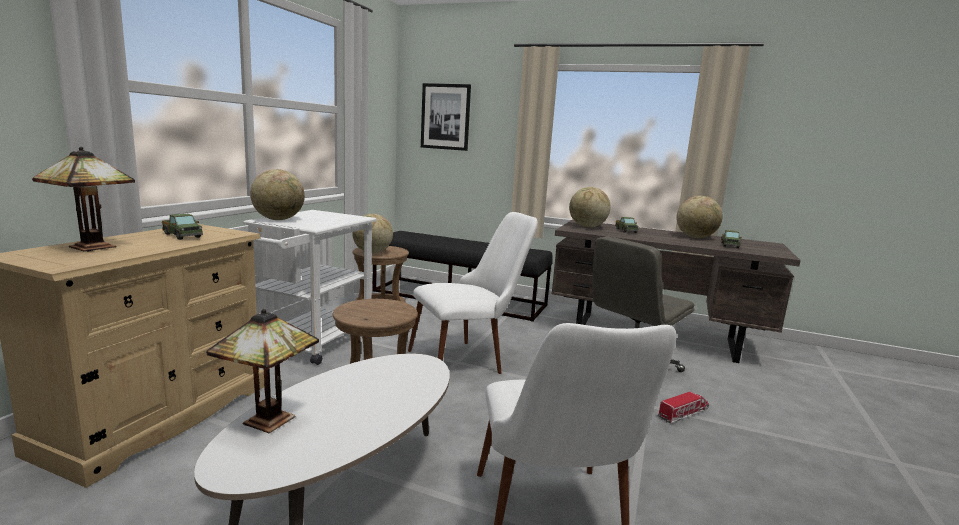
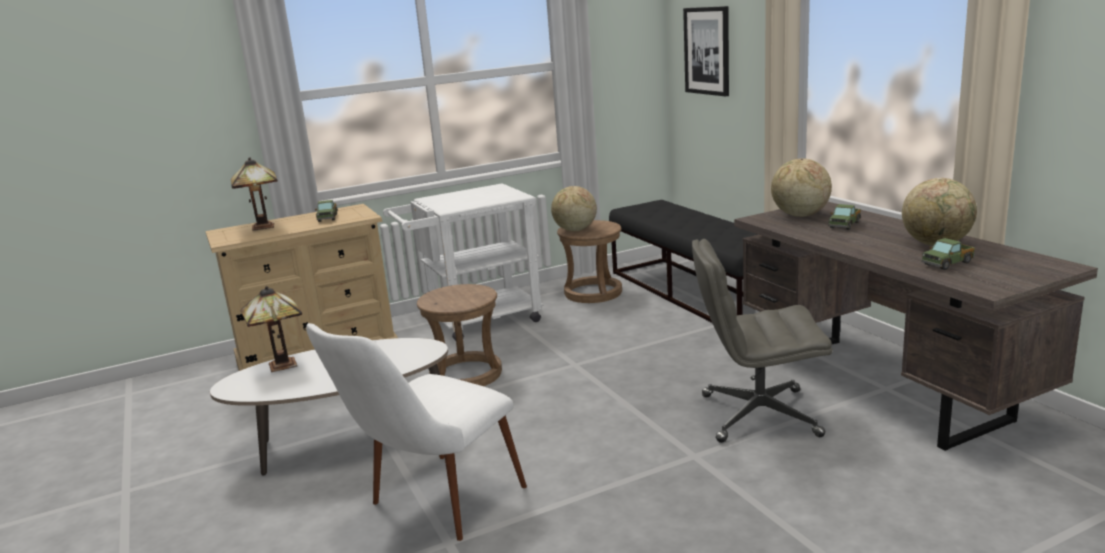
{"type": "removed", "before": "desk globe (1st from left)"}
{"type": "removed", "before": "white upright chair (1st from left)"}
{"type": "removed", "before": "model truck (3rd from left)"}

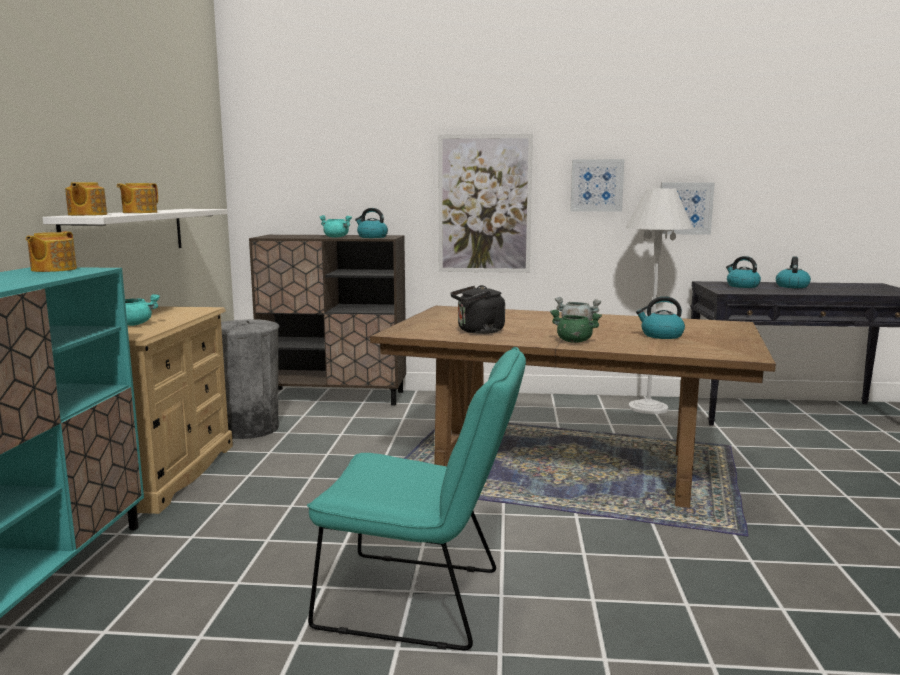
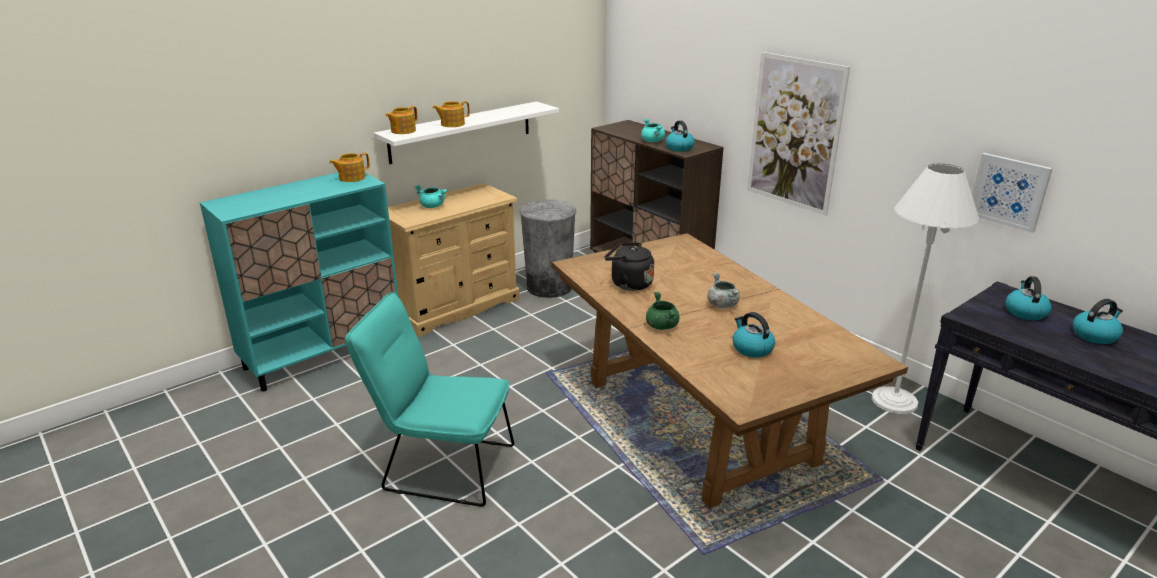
{"type": "removed", "before": "picture (2nd from left)"}
{"type": "turned", "before": "turquoise-coloured upright chair", "turn": 135}

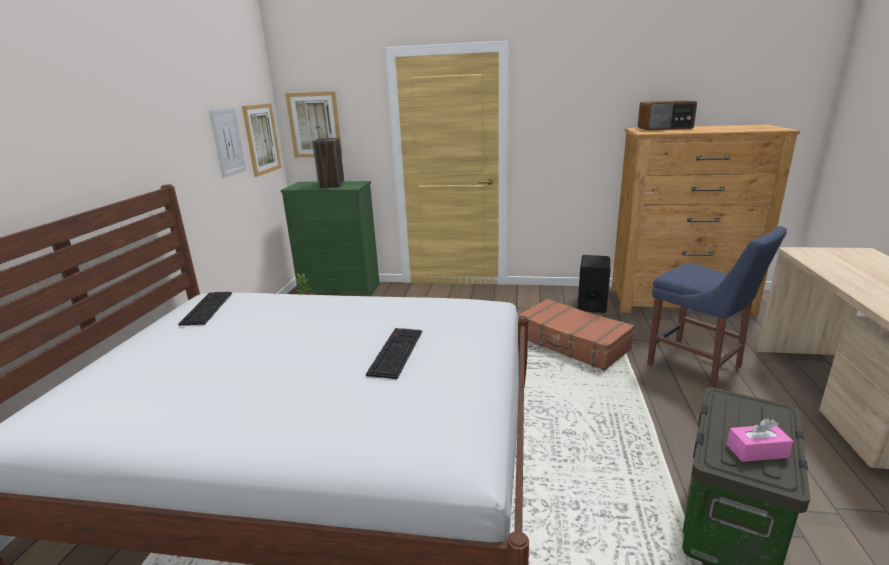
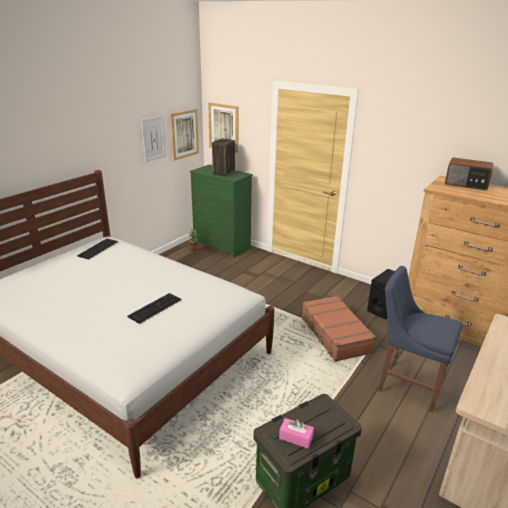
{"type": "turned", "before": "bluish upright chair", "turn": 135}

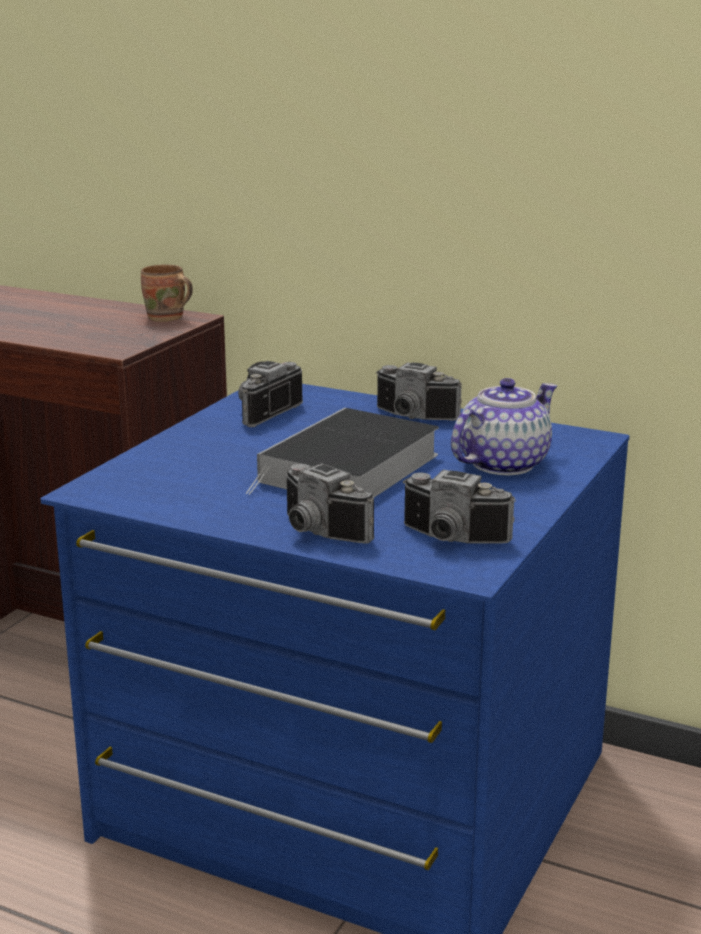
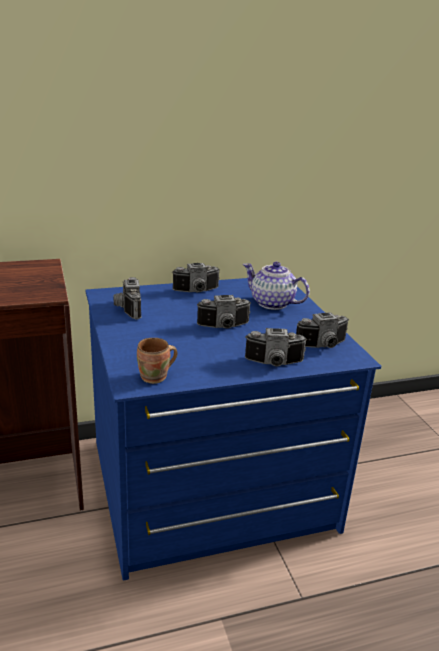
{"type": "moved", "before": "brown mug"}
{"type": "replaced", "before": "bound book", "after": "still camera (3rd from left)"}
{"type": "turned", "before": "tea pot", "turn": -60}

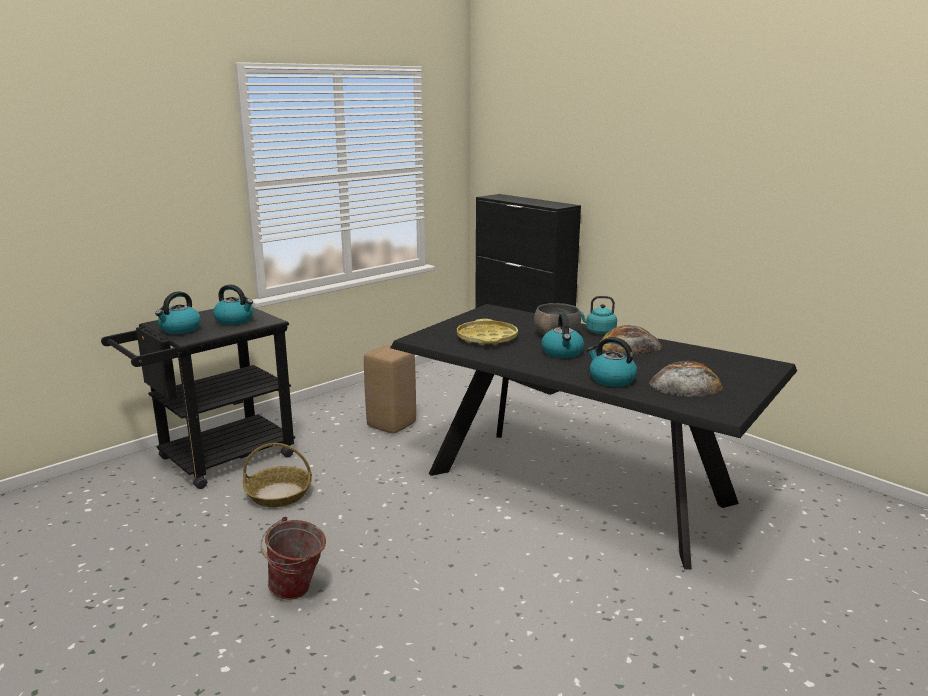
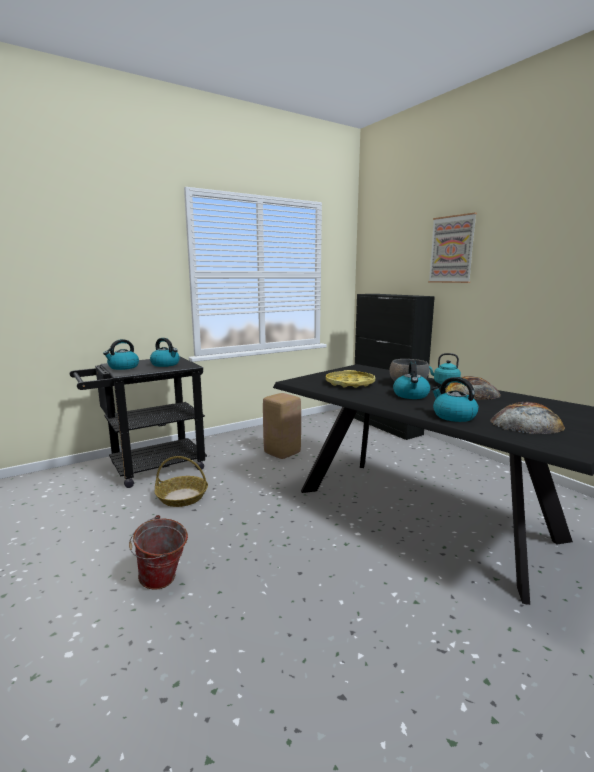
{"type": "added", "after": "picture"}

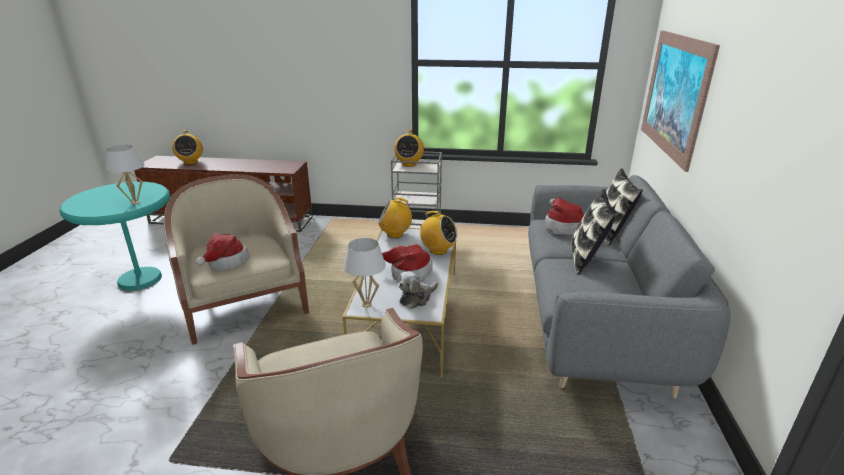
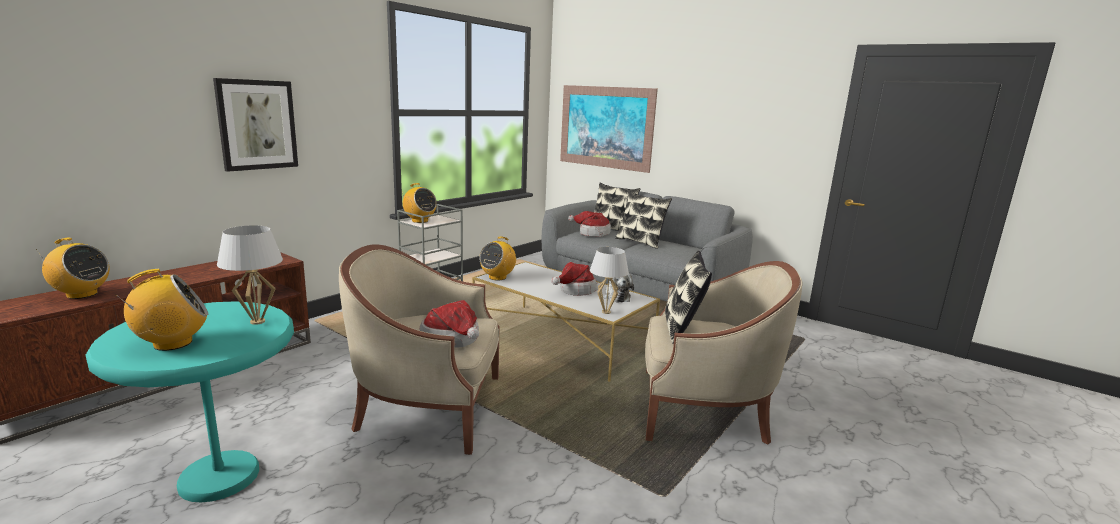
{"type": "added", "after": "picture (1st from left)"}
{"type": "added", "after": "cushion (3rd from left)"}
{"type": "moved", "before": "radio set (4th from left in the first image)", "after": "radio set (2nd from left)"}

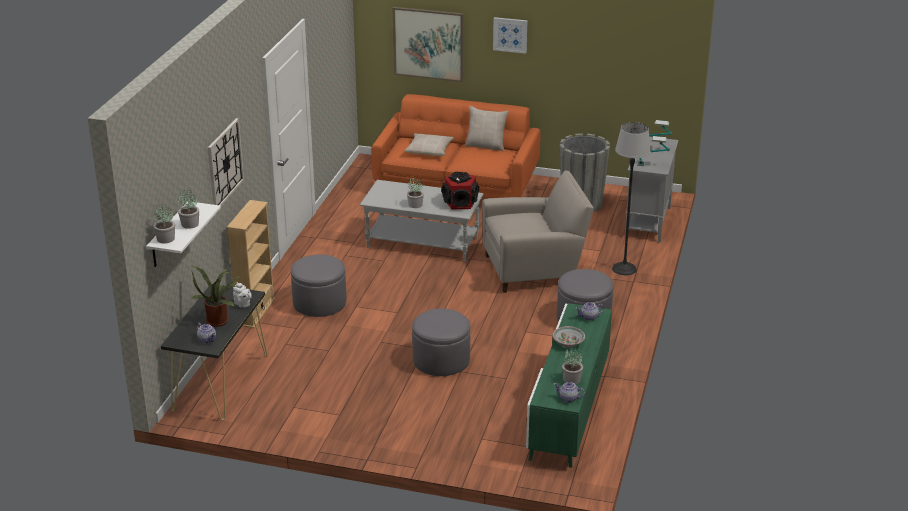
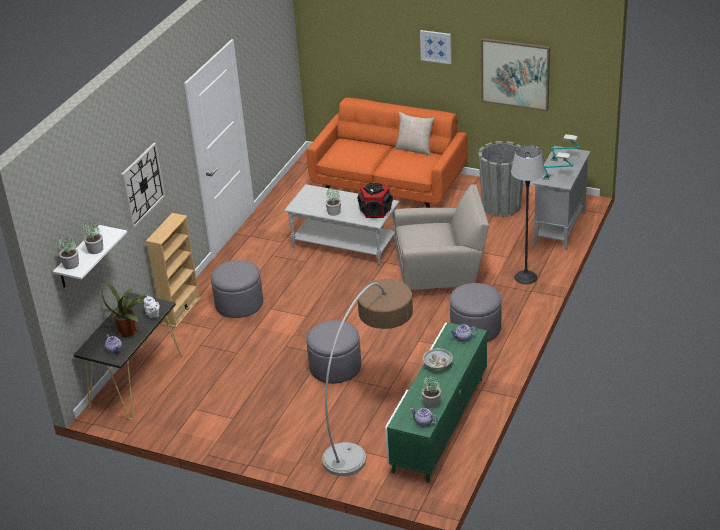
{"type": "removed", "before": "beige cushion (1st from left)"}
{"type": "added", "after": "standing lamp (1st from left)"}
{"type": "moved", "before": "picture (1st from left in the first image)", "after": "picture (2nd from left)"}

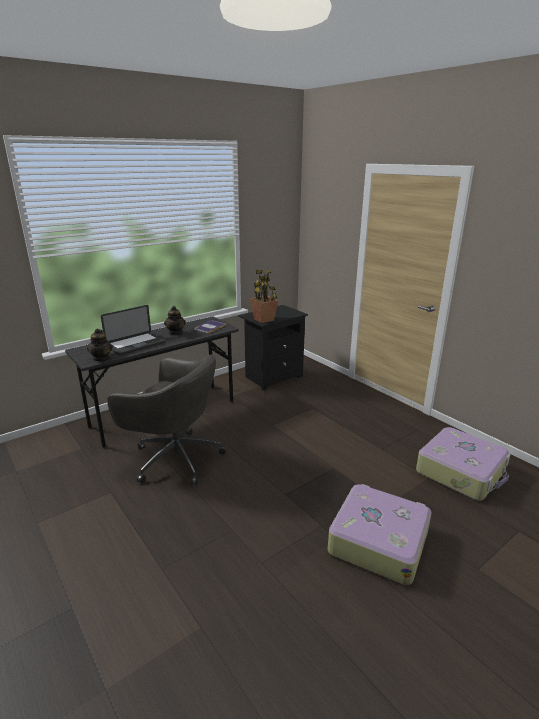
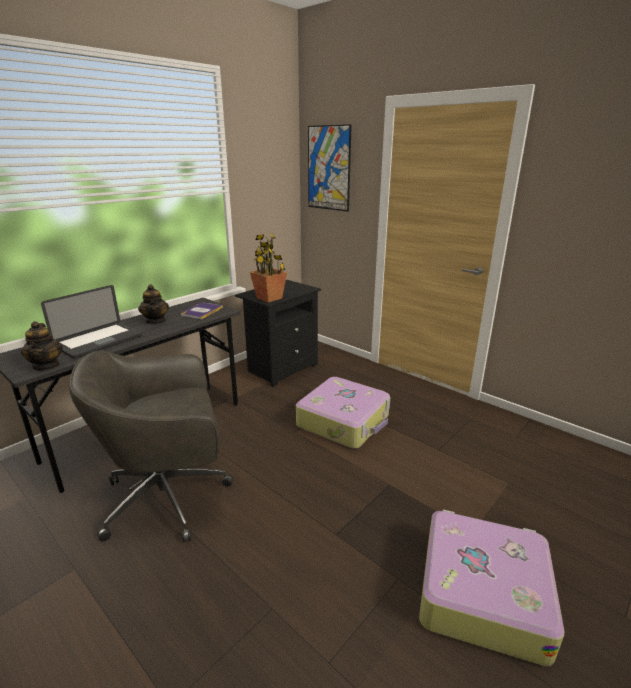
{"type": "added", "after": "picture"}
{"type": "moved", "before": "suitcase (2nd from left in the first image)", "after": "suitcase (1st from left)"}
{"type": "turned", "before": "greyish desk chair", "turn": 150}

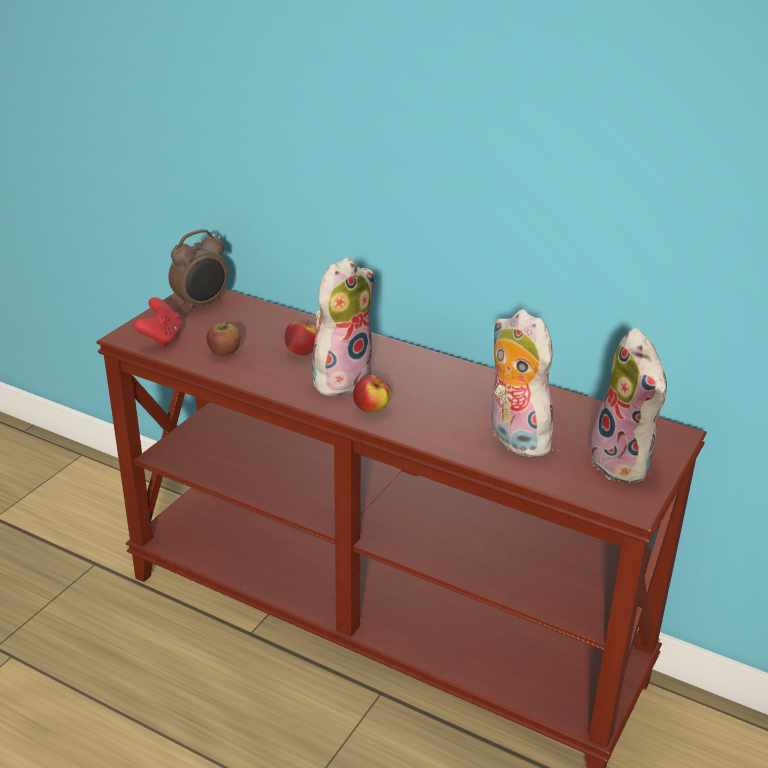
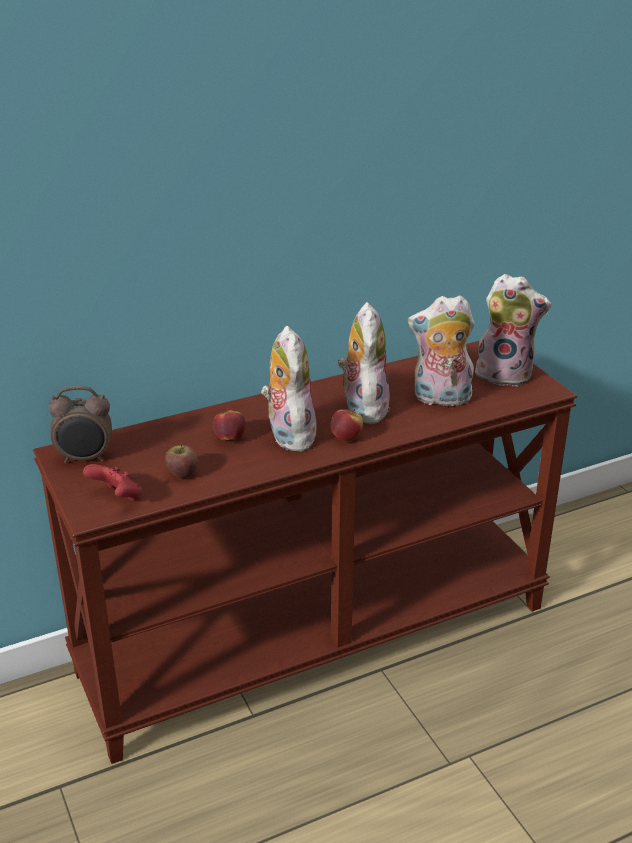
{"type": "added", "after": "soft toy (2nd from left)"}
{"type": "turned", "before": "bedside clock", "turn": 90}

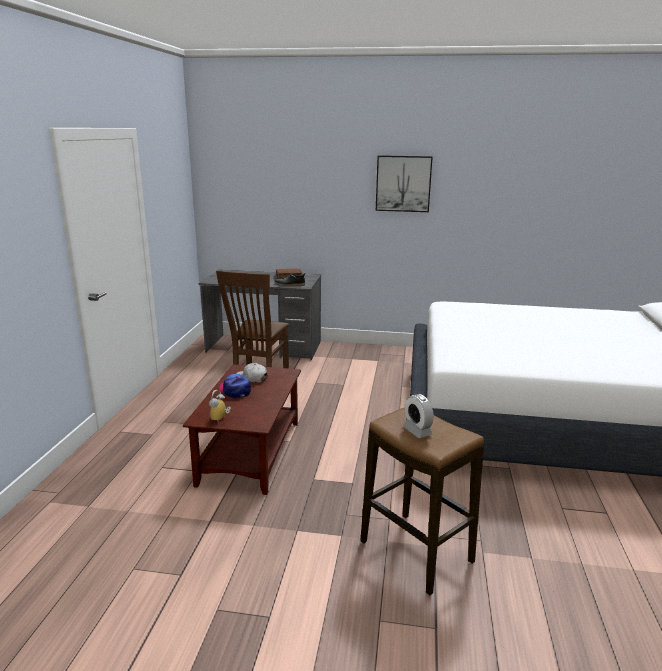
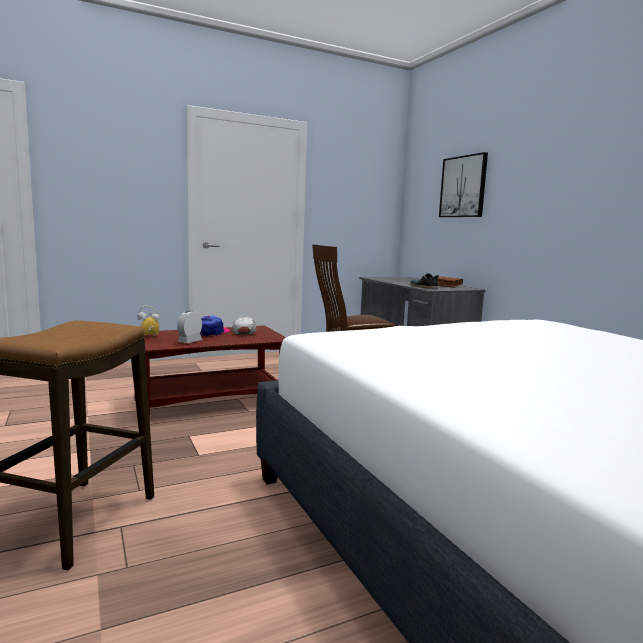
{"type": "moved", "before": "picture"}
{"type": "moved", "before": "bedside clock (2nd from left)"}

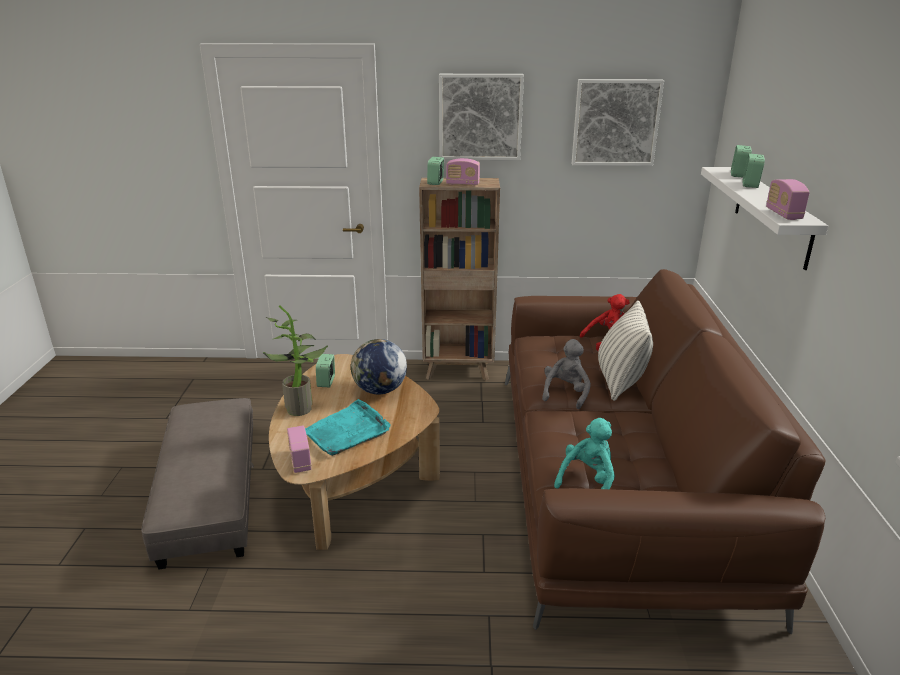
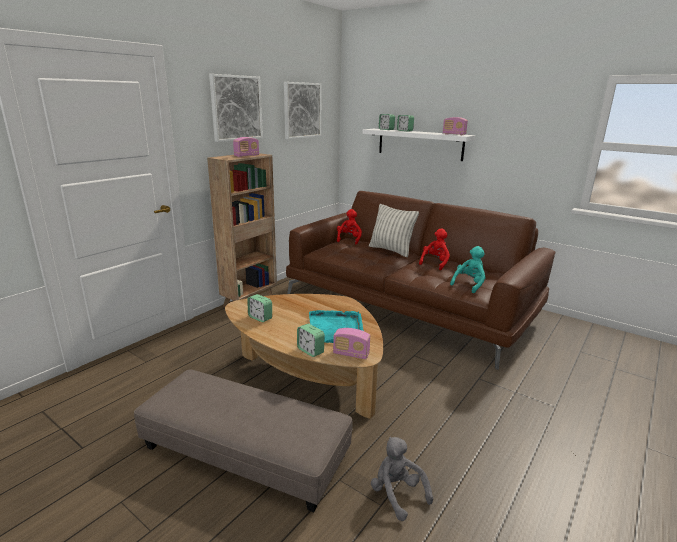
{"type": "removed", "before": "potted plant"}
{"type": "removed", "before": "desk globe"}
{"type": "added", "after": "red-coloured soft toy (2nd from left)"}
{"type": "moved", "before": "bedside clock (2nd from left)"}
{"type": "moved", "before": "greyish soft toy"}
{"type": "turned", "before": "turquoise-coloured soft toy", "turn": 60}

